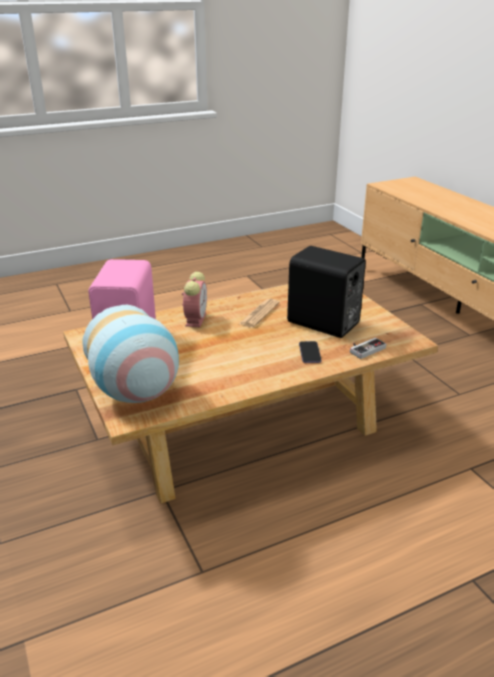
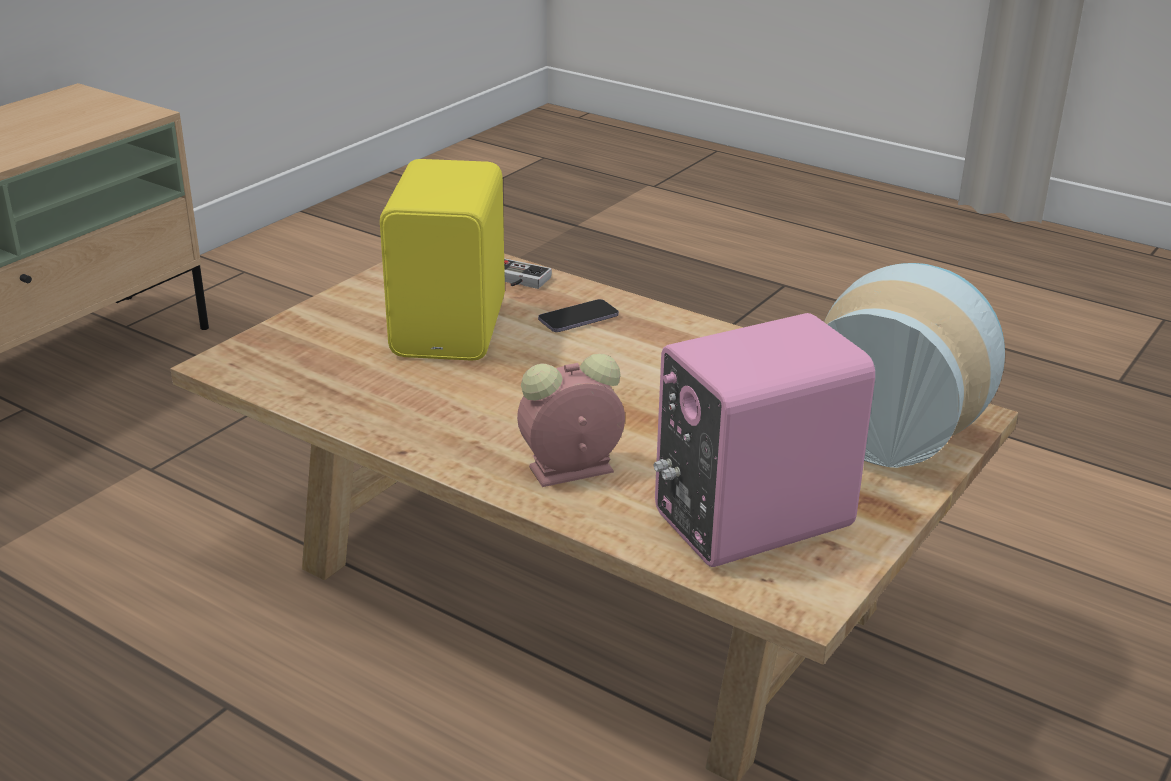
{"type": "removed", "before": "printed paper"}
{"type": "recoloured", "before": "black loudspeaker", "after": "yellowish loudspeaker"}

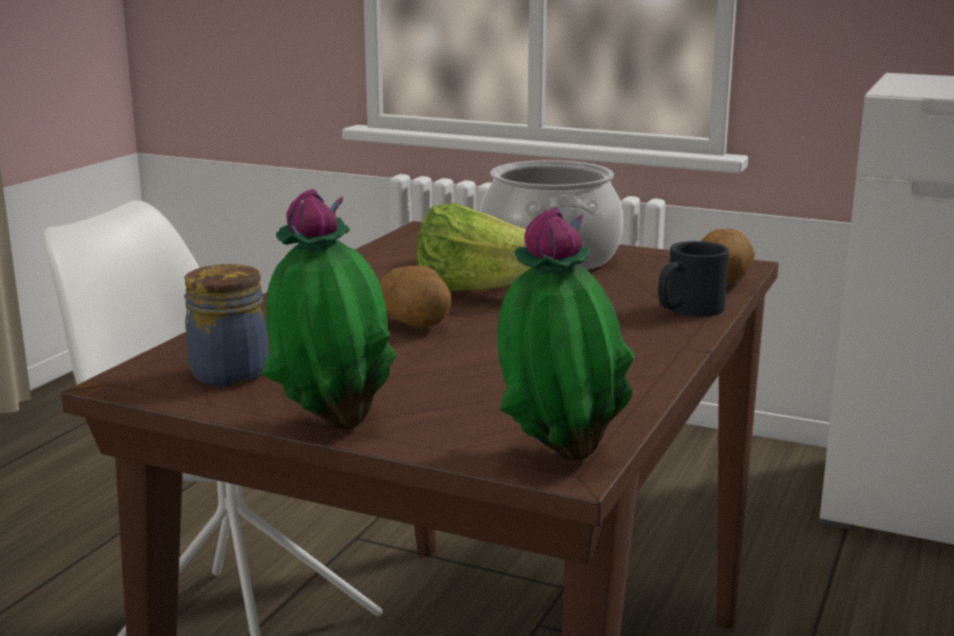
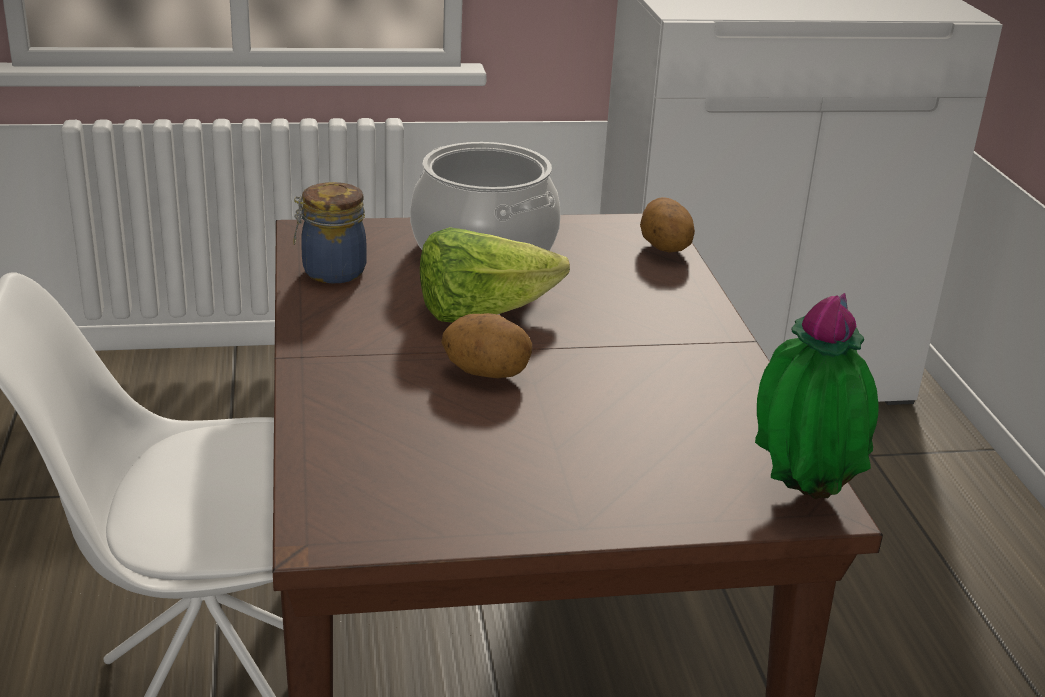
{"type": "removed", "before": "potted plant (1st from left)"}
{"type": "removed", "before": "black mug"}
{"type": "moved", "before": "jar"}

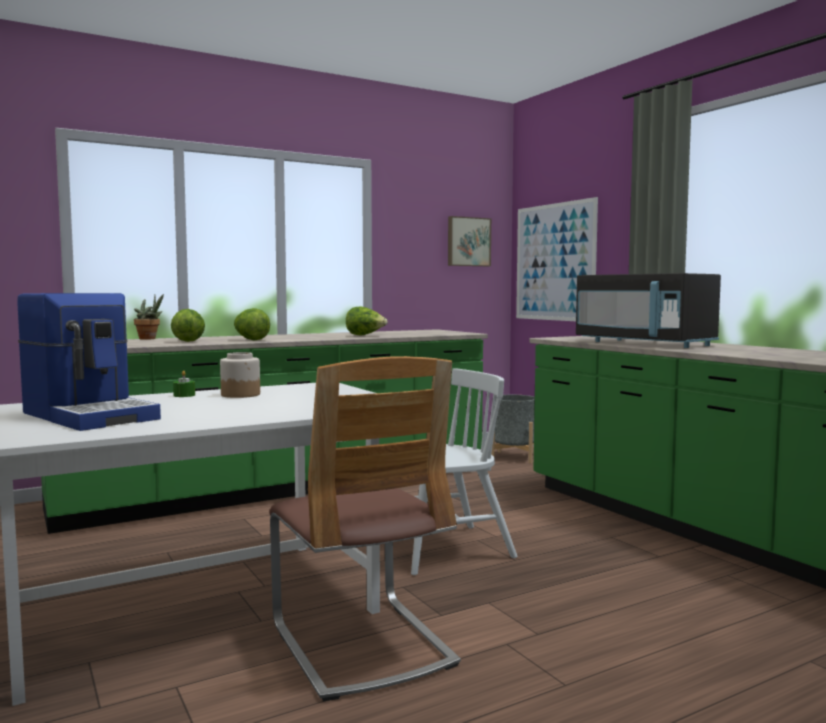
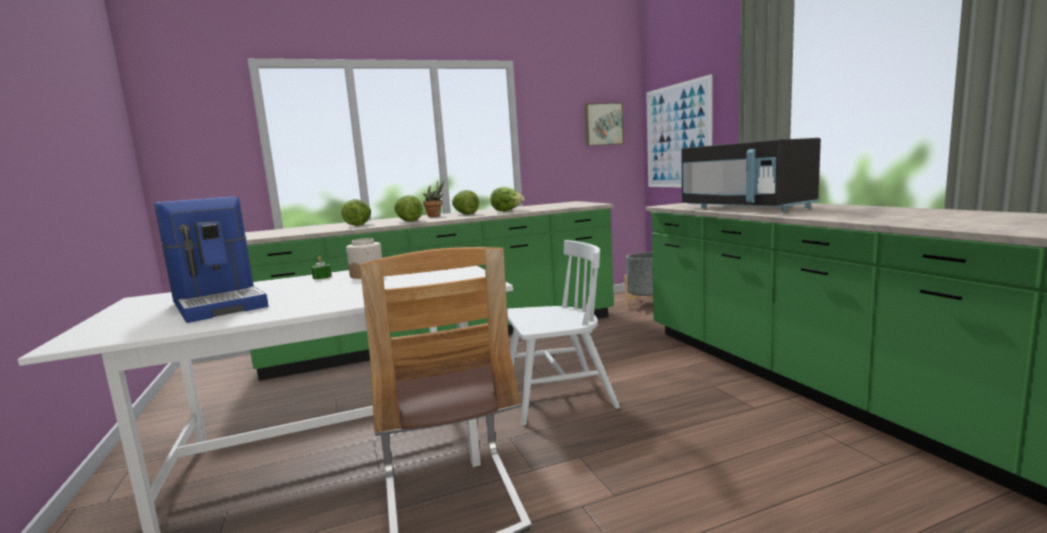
{"type": "added", "after": "head of lettuce (3rd from left)"}
{"type": "moved", "before": "potted plant"}

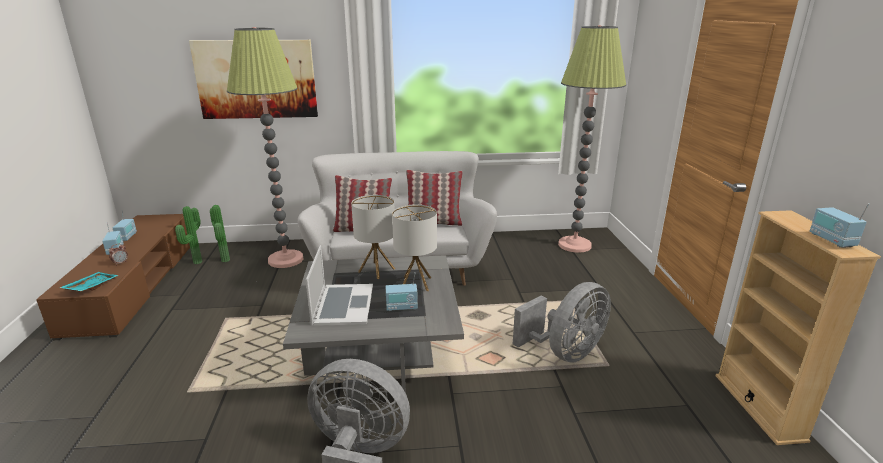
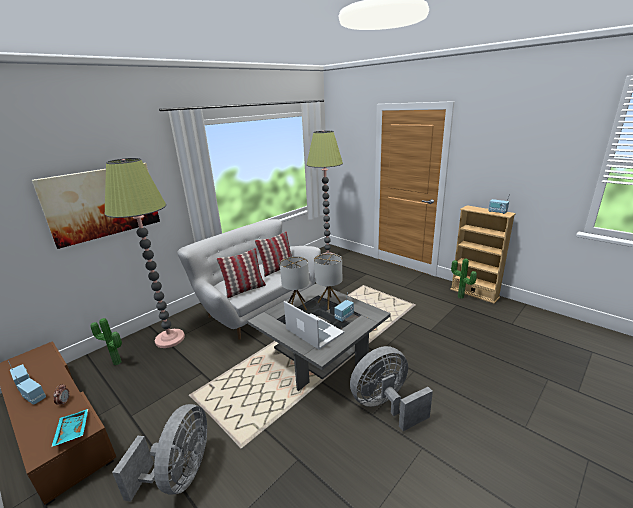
{"type": "moved", "before": "potted plant (1st from left in the first image)", "after": "potted plant (2nd from left)"}
{"type": "moved", "before": "greyish fan (2nd from left in the first image)", "after": "greyish fan (1st from left)"}

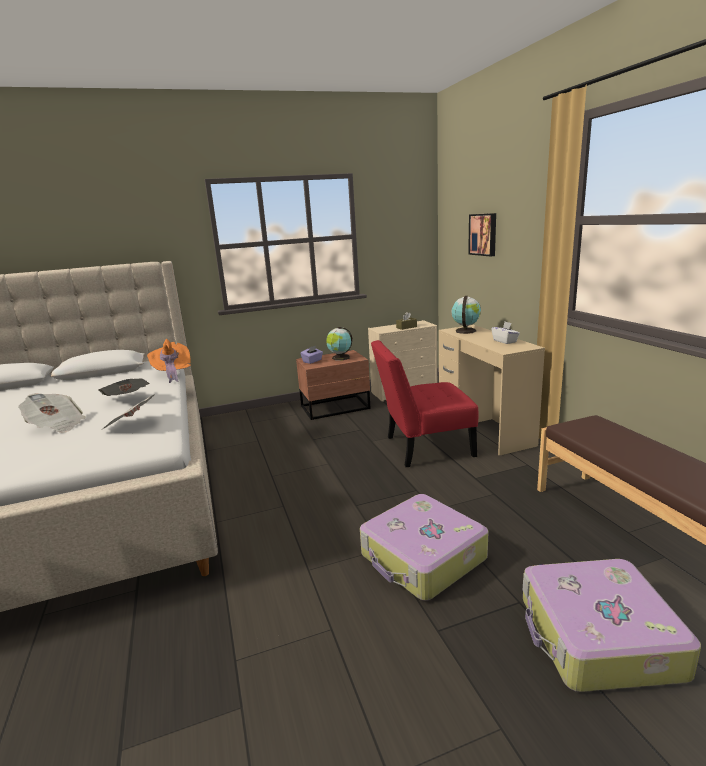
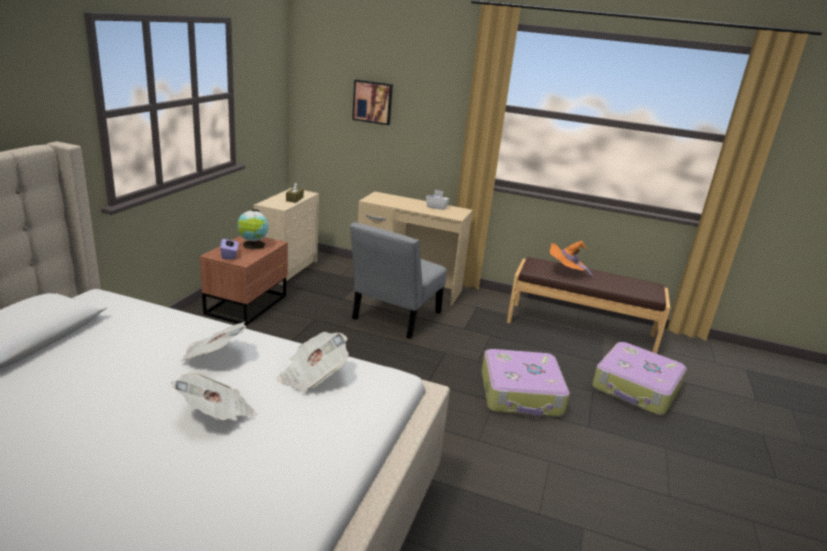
{"type": "removed", "before": "desk globe (2nd from left)"}
{"type": "moved", "before": "orangey wearable hat"}
{"type": "recoloured", "before": "red-coloured upright chair", "after": "greyish upright chair"}

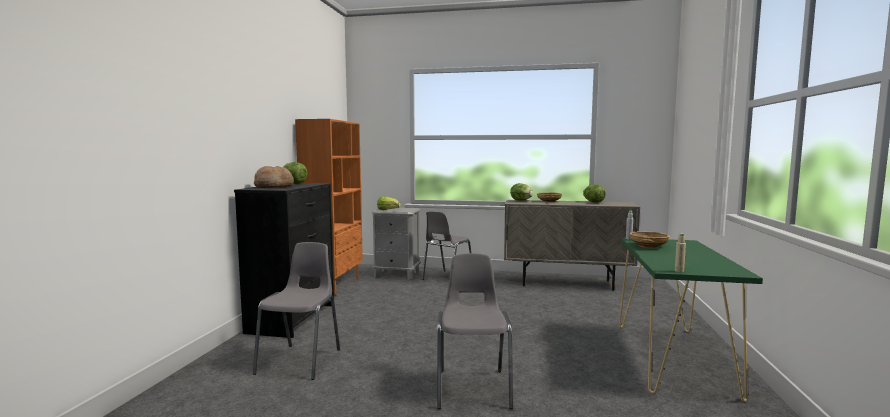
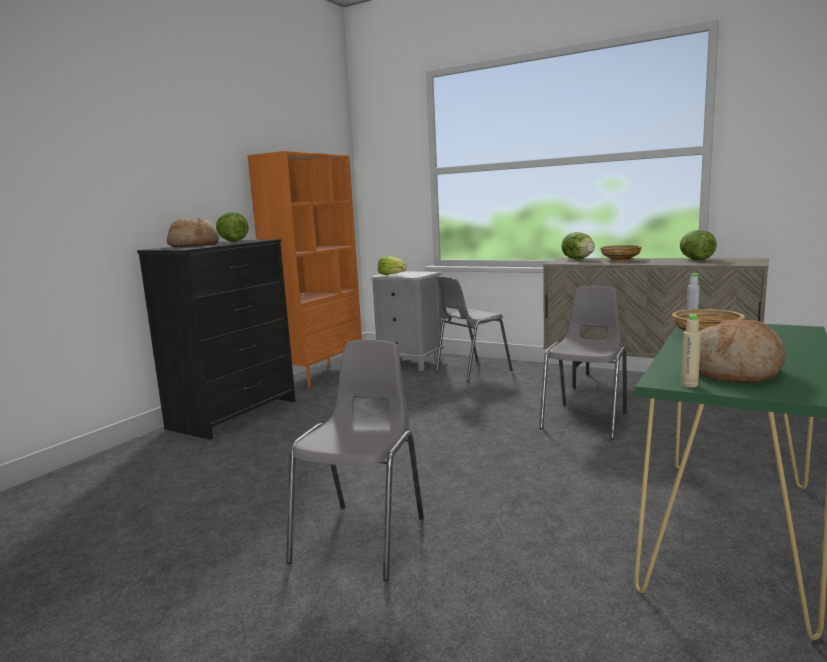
{"type": "added", "after": "bakery bread (2nd from left)"}
{"type": "moved", "before": "greyish upright chair (1st from left in the first image)", "after": "greyish upright chair (3rd from left)"}

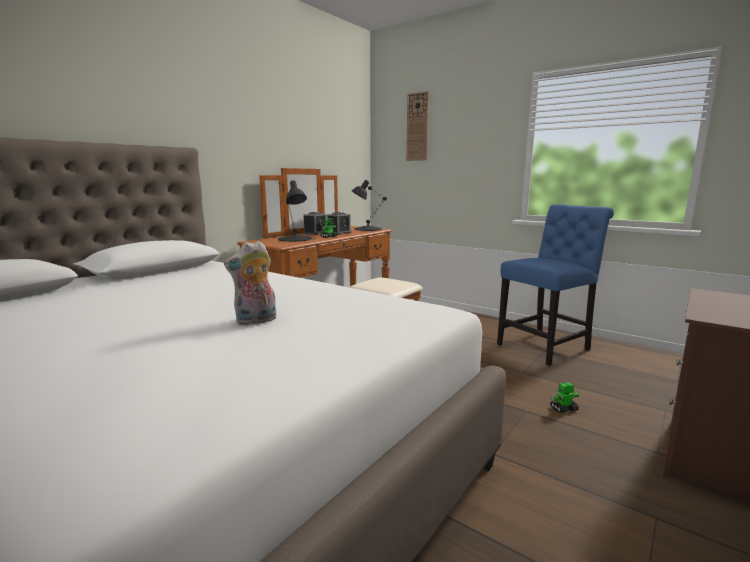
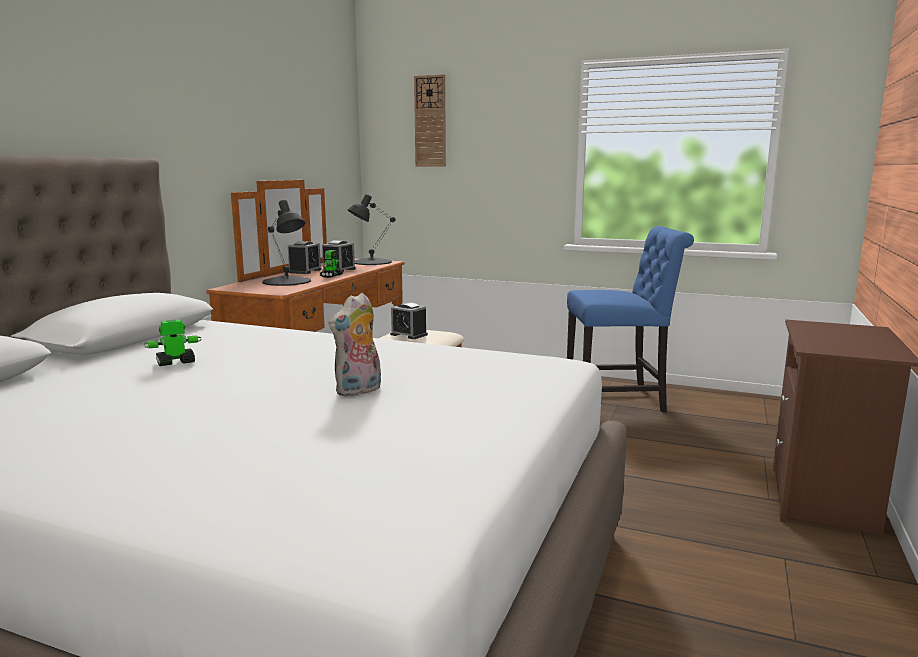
{"type": "added", "after": "bedside clock (3rd from left)"}
{"type": "moved", "before": "model robot (2nd from left in the first image)", "after": "model robot (1st from left)"}
{"type": "turned", "before": "bluish upright chair", "turn": 45}

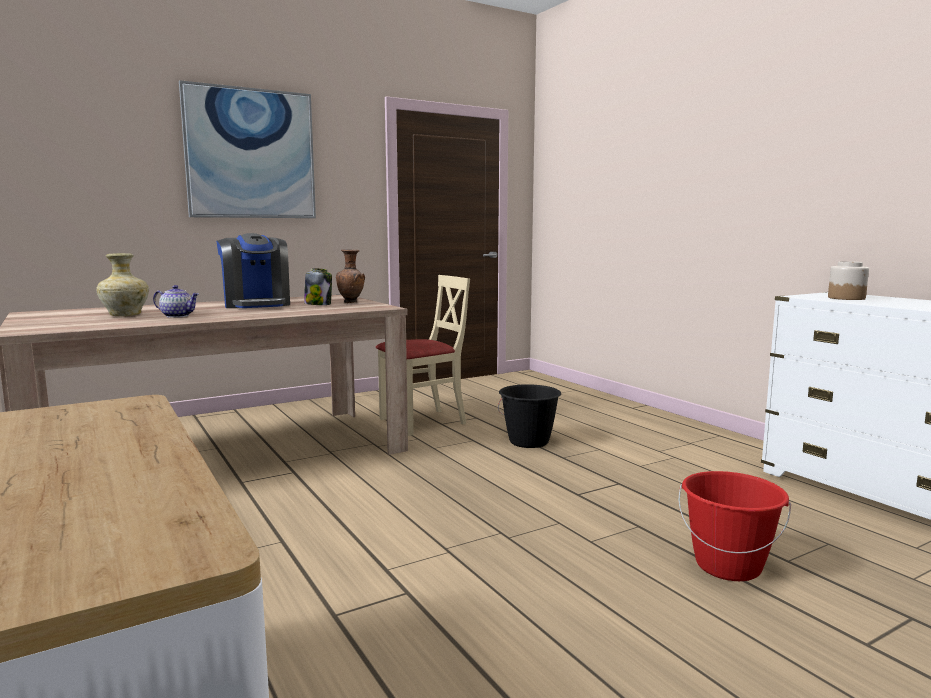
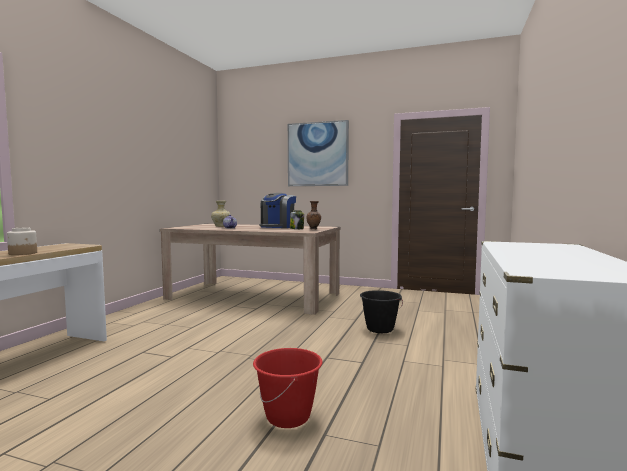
{"type": "removed", "before": "beige upright chair"}
{"type": "moved", "before": "jar (2nd from left in the first image)", "after": "jar (1st from left)"}

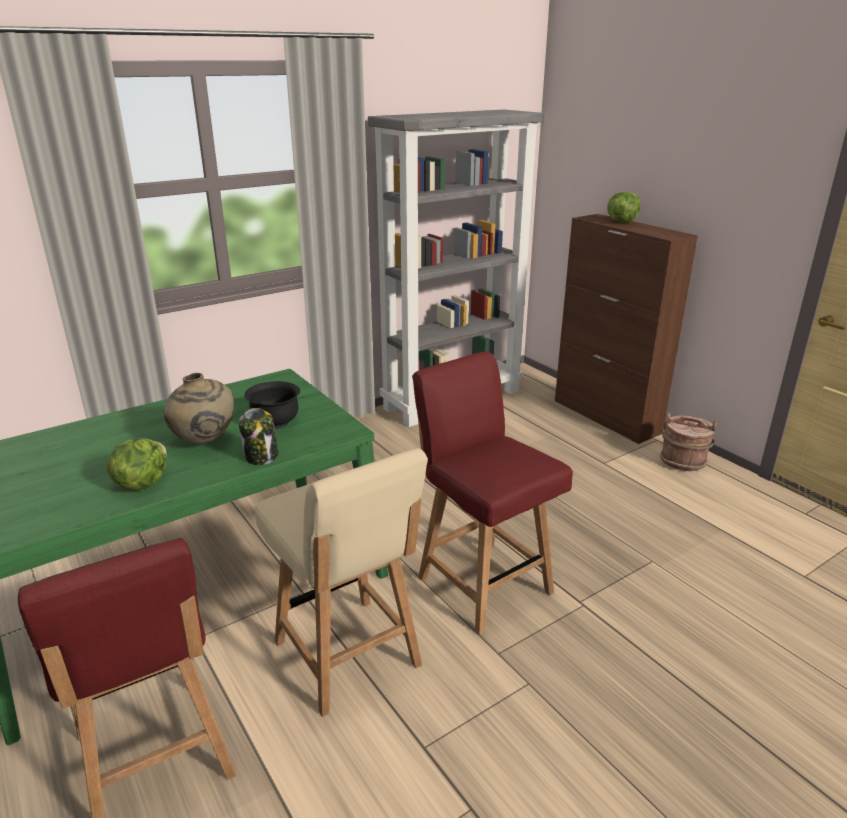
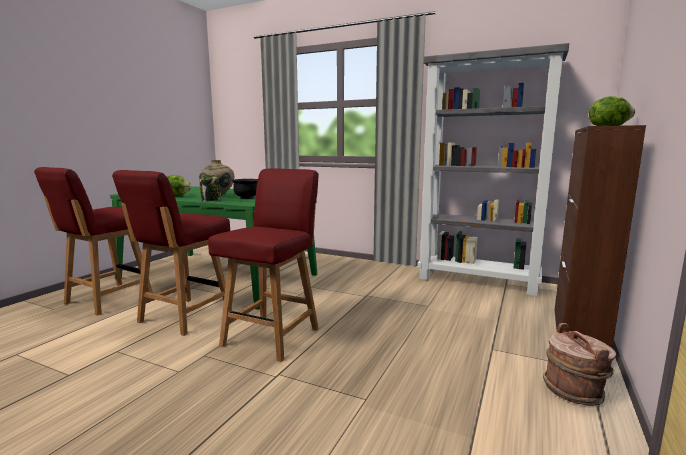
{"type": "recoloured", "before": "beige upright chair", "after": "red-coloured upright chair (2nd from left)"}

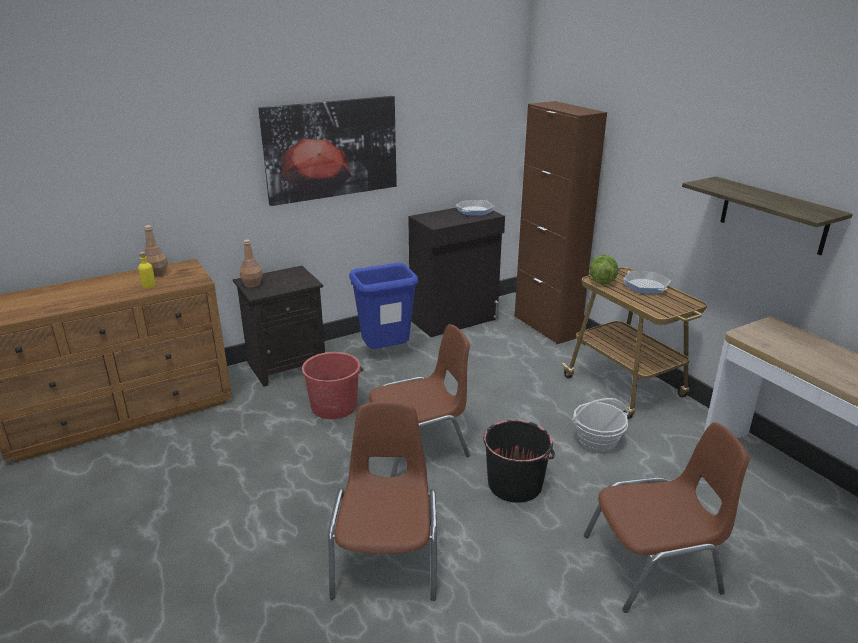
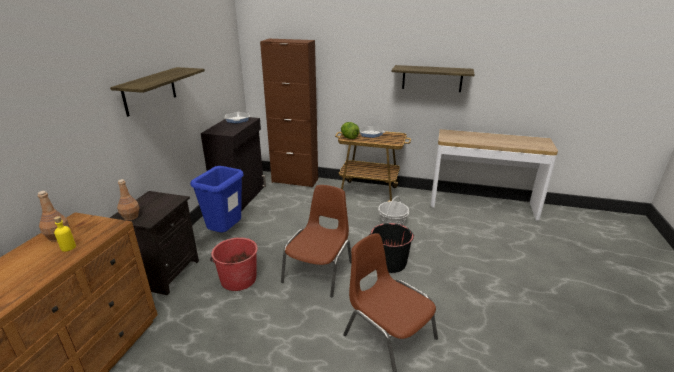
{"type": "removed", "before": "brown upright chair (3rd from left)"}
{"type": "replaced", "before": "picture", "after": "wall shelf (1st from left)"}

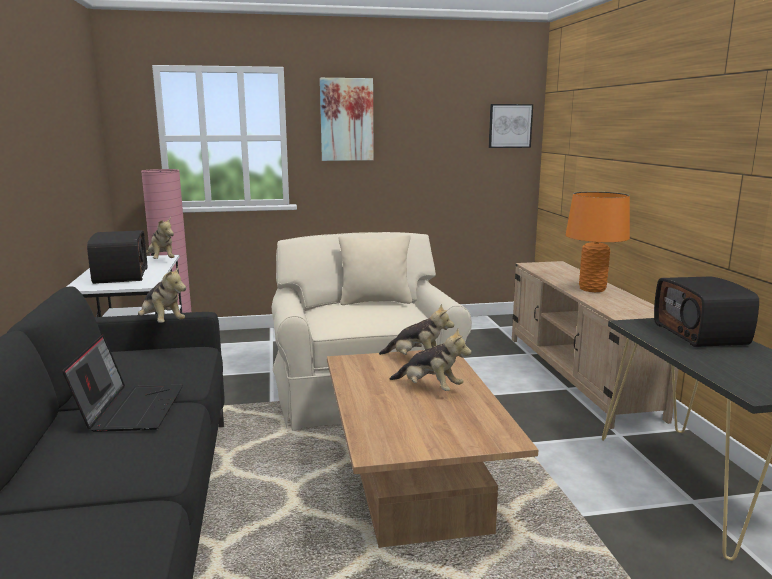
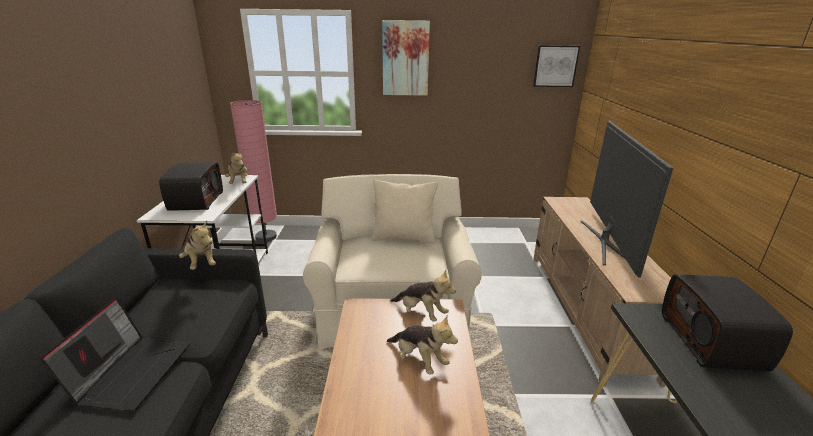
{"type": "replaced", "before": "orangey lamp for a table", "after": "TV set"}

